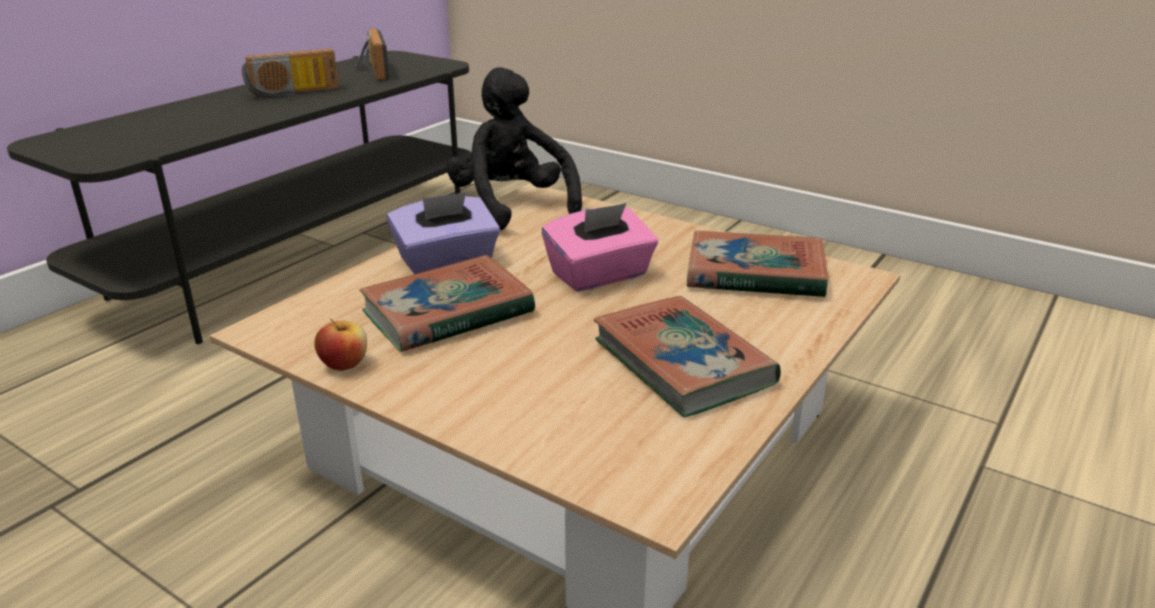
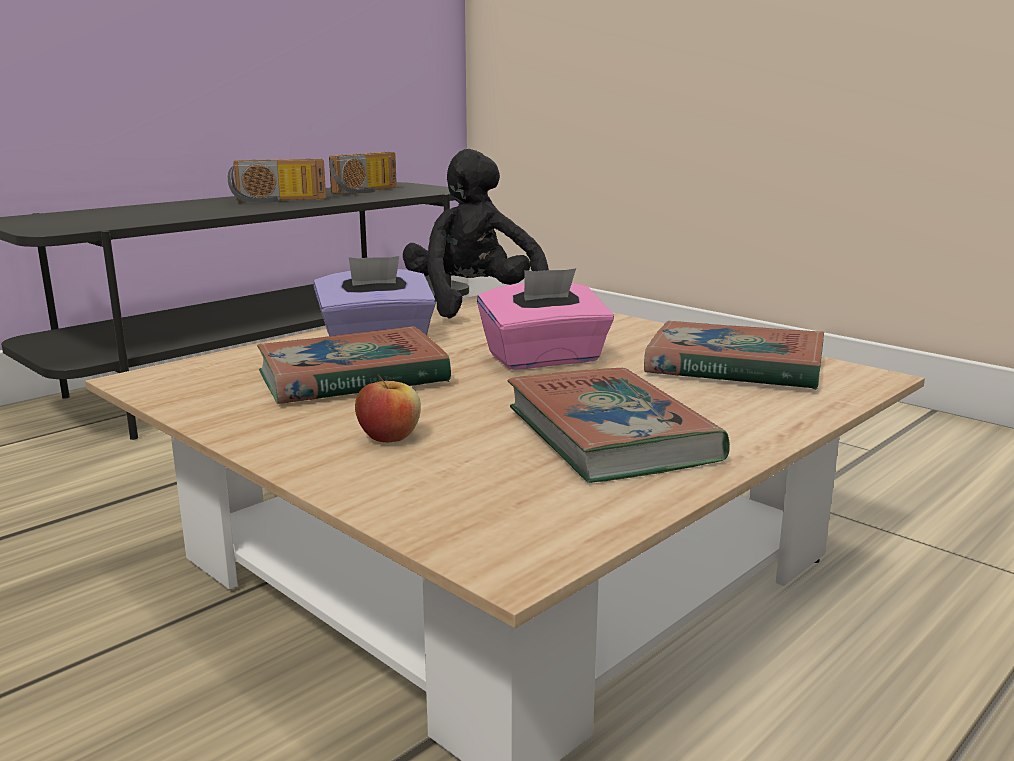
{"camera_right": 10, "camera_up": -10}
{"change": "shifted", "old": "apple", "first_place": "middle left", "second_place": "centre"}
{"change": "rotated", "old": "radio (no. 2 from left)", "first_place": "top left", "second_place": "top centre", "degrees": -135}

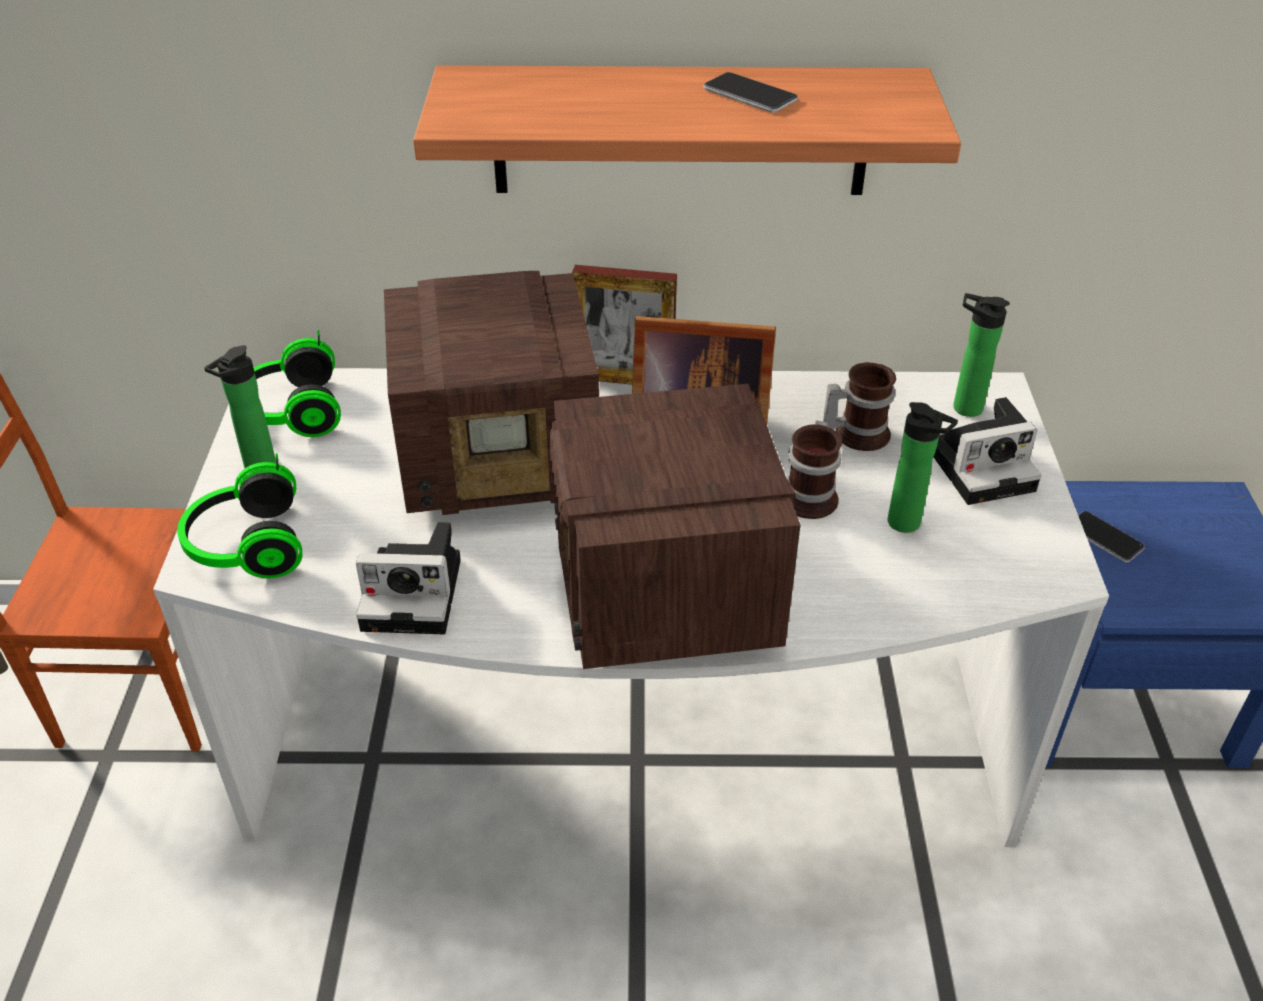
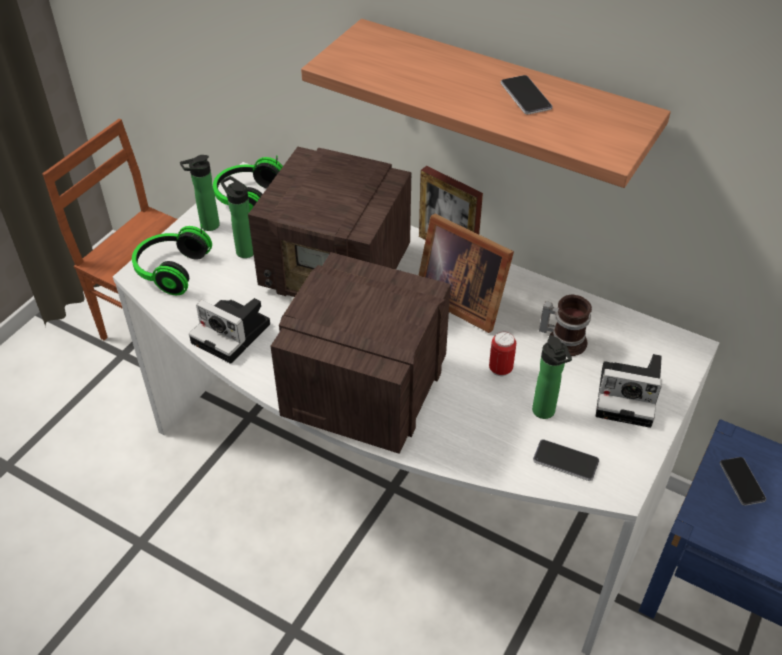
{"camera_right": 30, "camera_up": 5}
{"change": "new", "new": "phone (no. 2 from left)", "second_place": "bottom right"}
{"change": "shifted", "old": "bottle (no. 3 from left in the first image)", "new": "bottle (no. 2 from left)", "first_place": "middle right", "second_place": "top left"}
{"change": "swapped", "old": "mug (no. 1 from left)", "new": "can", "first_place": "centre", "second_place": "centre"}

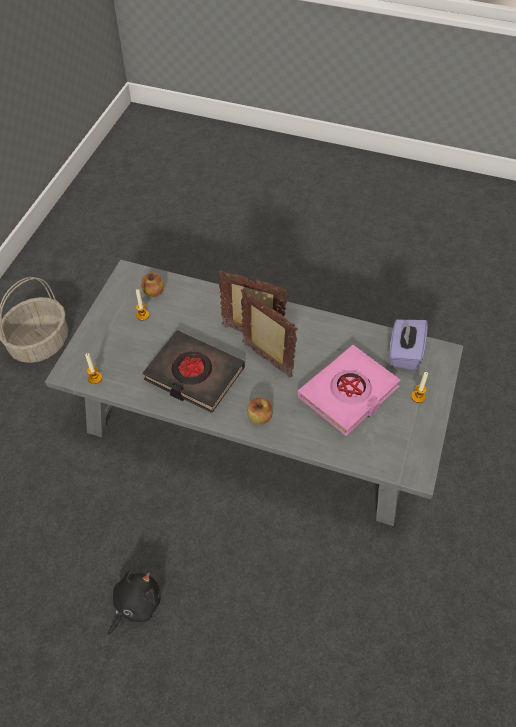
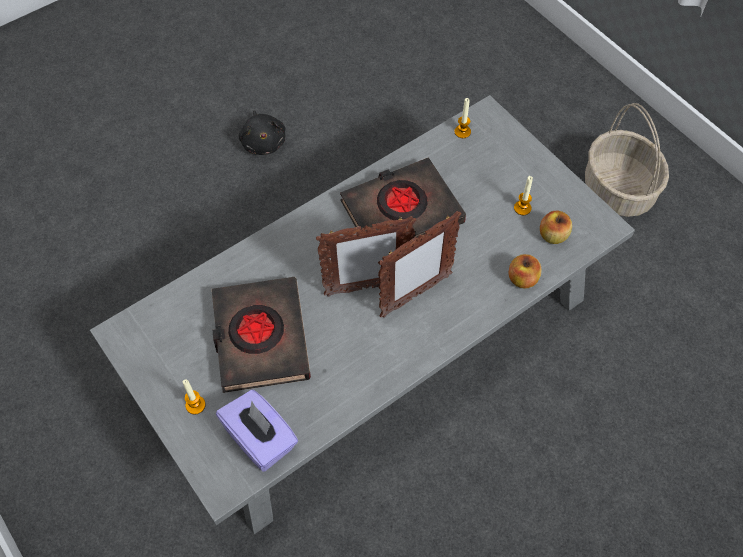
{"camera_right": 125, "camera_up": 5}
{"change": "shifted", "old": "apple (no. 2 from left in the first image)", "new": "apple (no. 1 from left)", "first_place": "centre", "second_place": "middle right"}
{"change": "repainted", "old": "book (pink)", "new": "book (black) (no. 1 from left)", "first_place": "middle right", "second_place": "centre"}

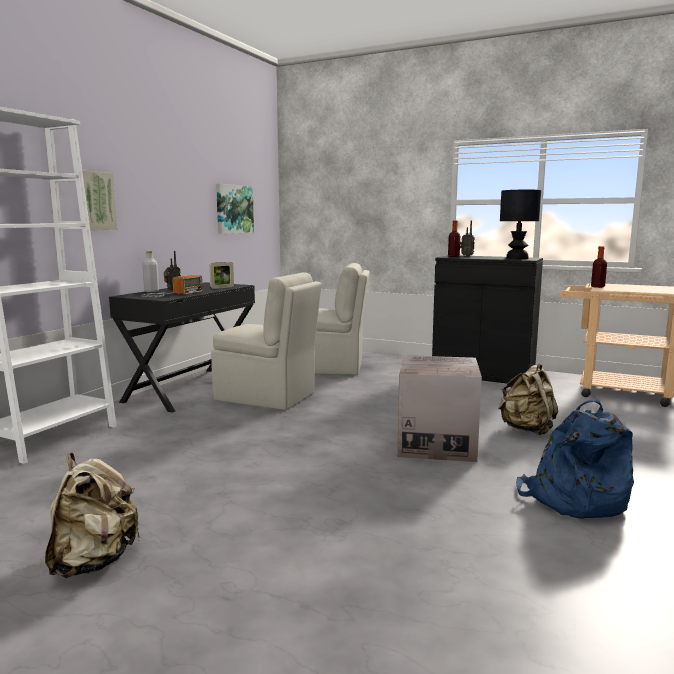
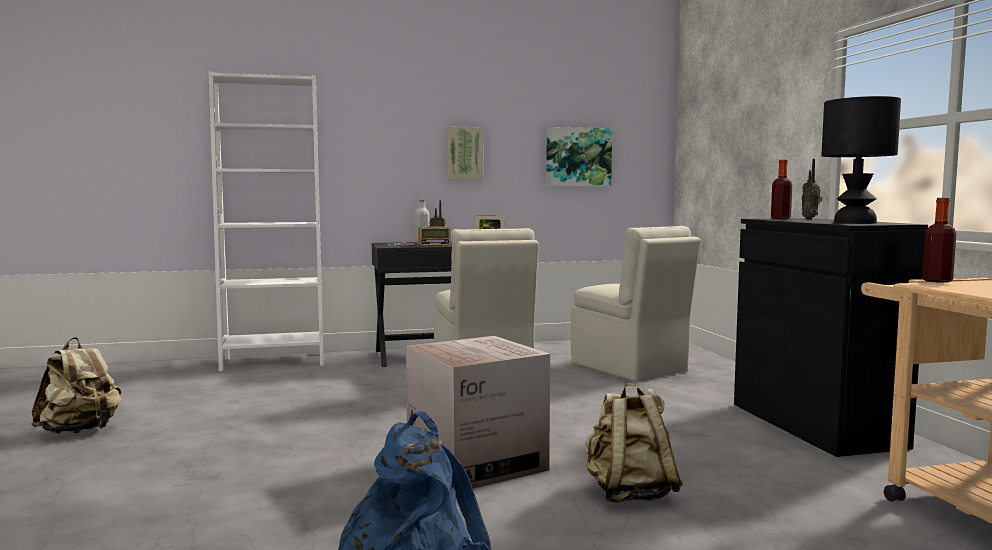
{"camera_right": 50, "camera_up": -5}
{"change": "shifted", "old": "picture (no. 1 from left)", "first_place": "top left", "second_place": "top centre"}

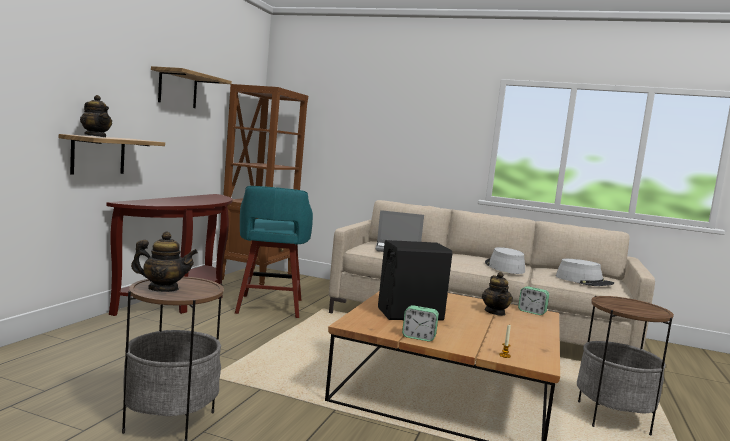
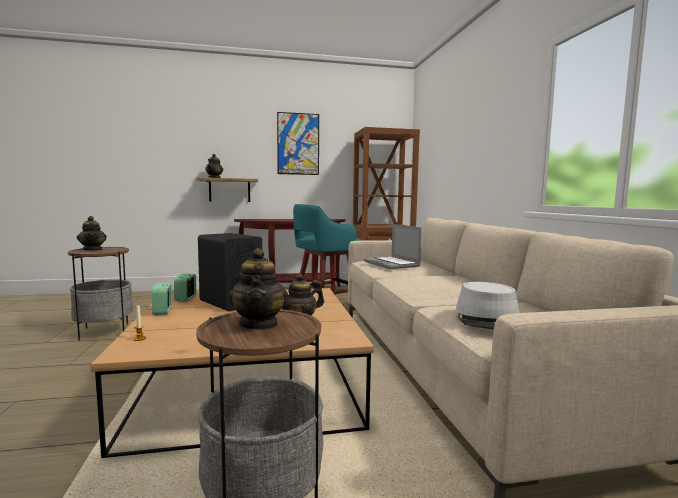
{"camera_right": 60, "camera_up": 0}
{"change": "gone", "old": "hat (grey) (no. 1 from left)", "first_place": "middle right"}
{"change": "new", "new": "teapot (no. 3 from left)", "second_place": "centre"}
{"change": "shifted", "old": "alarm clock (no. 2 from left)", "first_place": "bottom right", "second_place": "middle left"}
{"change": "swapped", "old": "shelf (no. 2 from left)", "new": "picture", "first_place": "top left", "second_place": "top centre"}

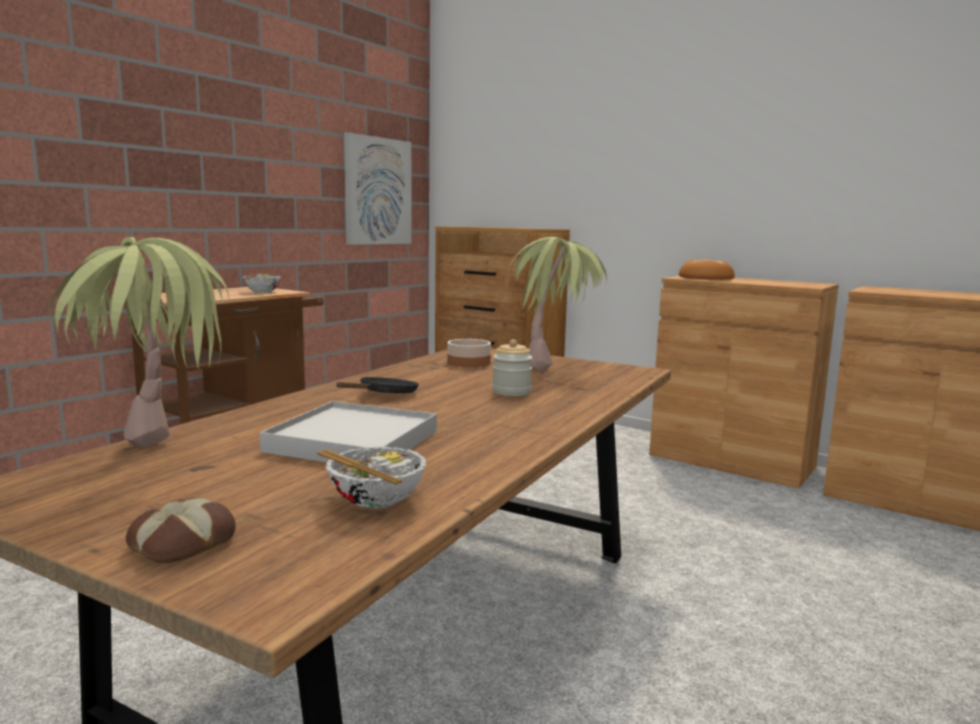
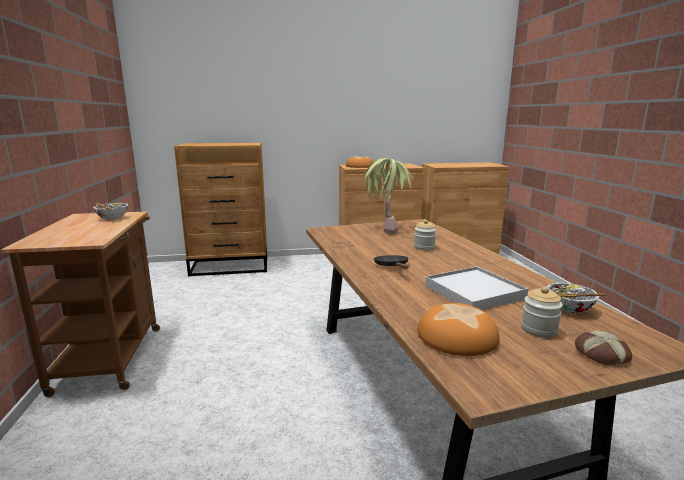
{"camera_right": -45, "camera_up": 5}
{"change": "gone", "old": "picture", "first_place": "top centre"}
{"change": "gone", "old": "bowl (no. 3 from left)", "first_place": "centre"}
{"change": "new", "new": "jar (no. 2 from left)", "second_place": "middle right"}
{"change": "swapped", "old": "potted plant (no. 1 from left)", "new": "bread (no. 2 from left)", "first_place": "middle left", "second_place": "bottom right"}

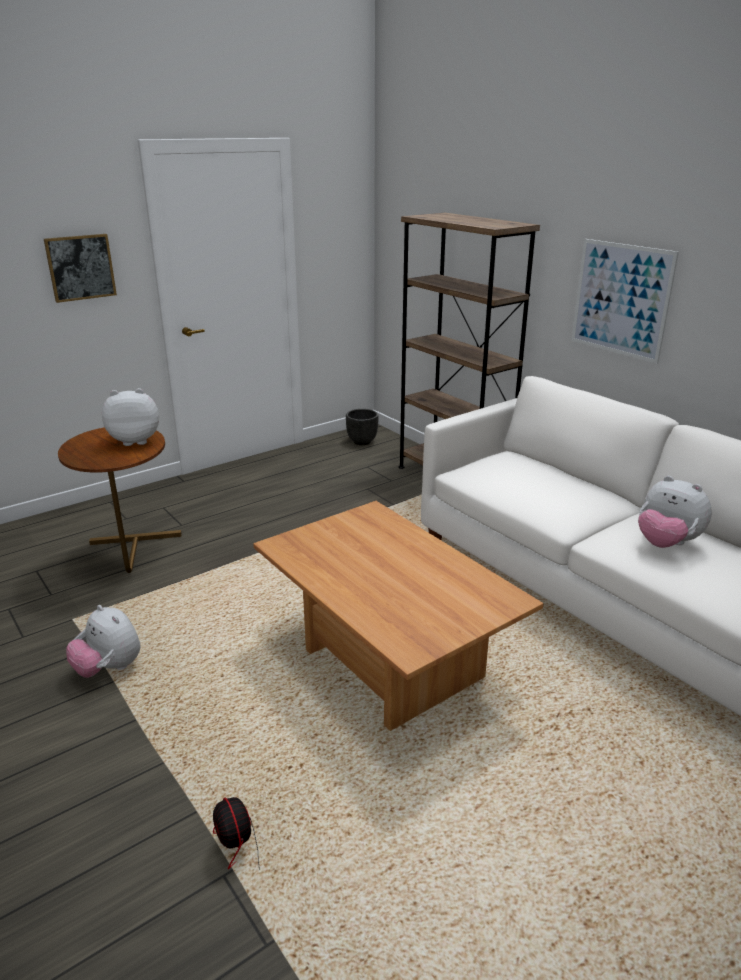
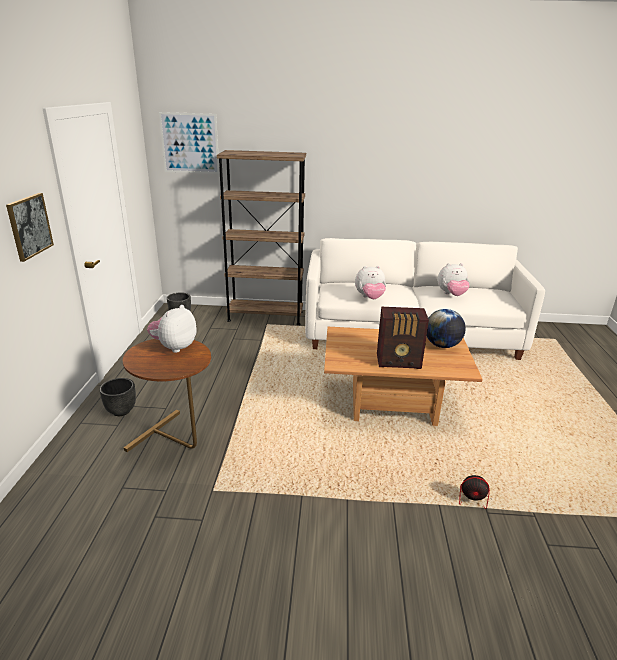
{"camera_right": -50, "camera_up": 0}
{"change": "new", "new": "planter (black) (no. 1 from left)", "second_place": "middle left"}
{"change": "new", "new": "radio", "second_place": "centre"}
{"change": "new", "new": "globe", "second_place": "middle right"}
{"change": "shifted", "old": "plush toy (no. 1 from left in the first image)", "new": "plush toy (no. 2 from left)", "first_place": "middle left", "second_place": "centre"}
{"change": "shifted", "old": "picture (no. 2 from left)", "first_place": "top right", "second_place": "top left"}

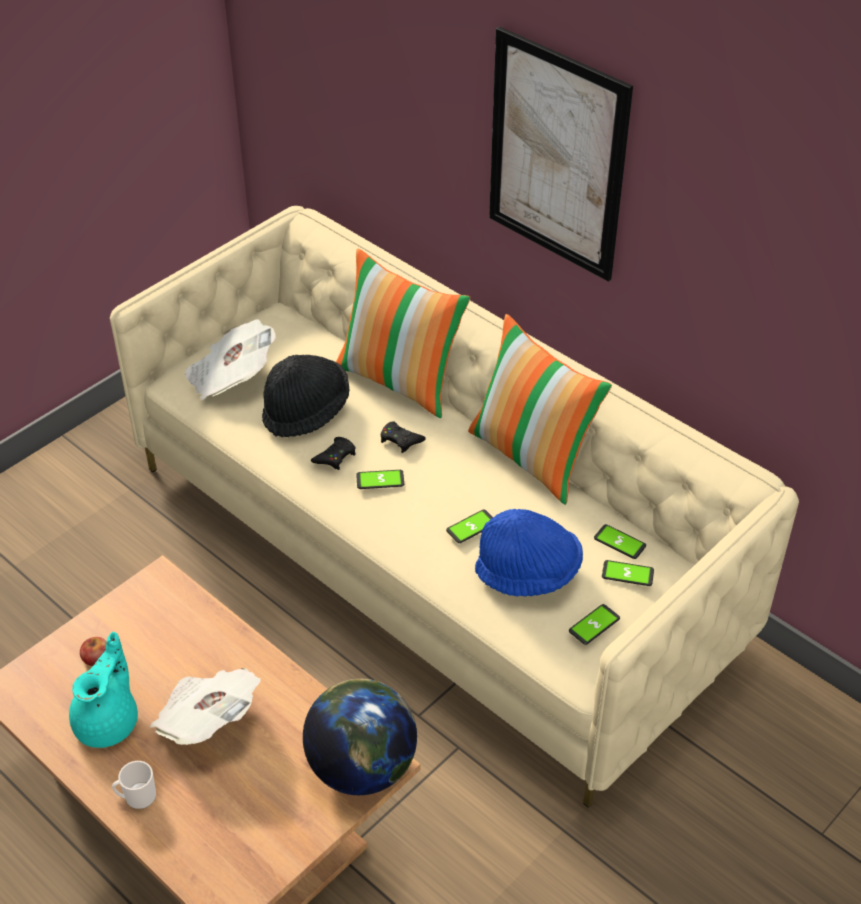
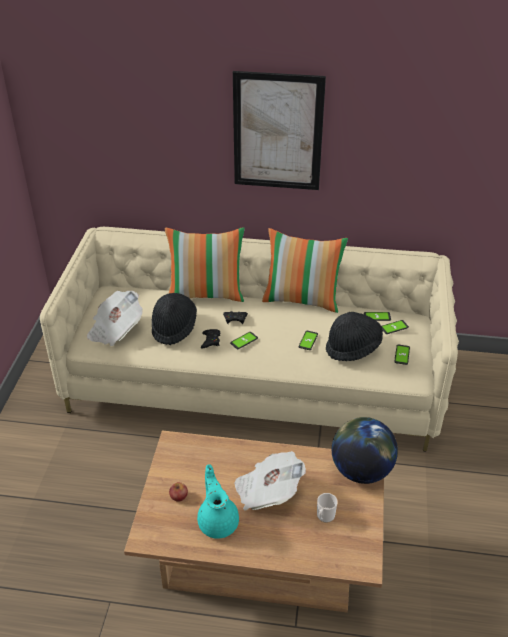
{"camera_right": -35, "camera_up": -5}
{"change": "shifted", "old": "mug", "first_place": "bottom left", "second_place": "bottom centre"}
{"change": "repainted", "old": "hat (blue)", "new": "hat (black) (no. 2 from left)", "first_place": "centre", "second_place": "middle right"}

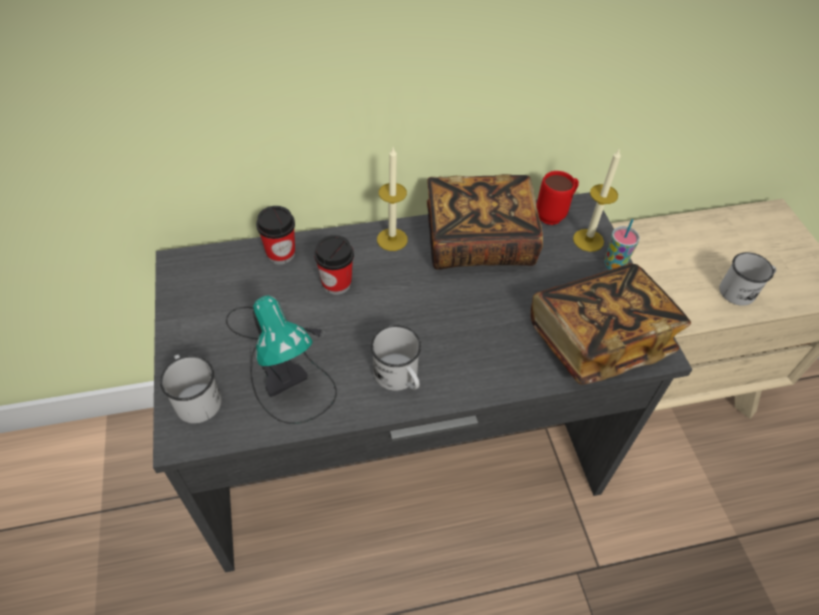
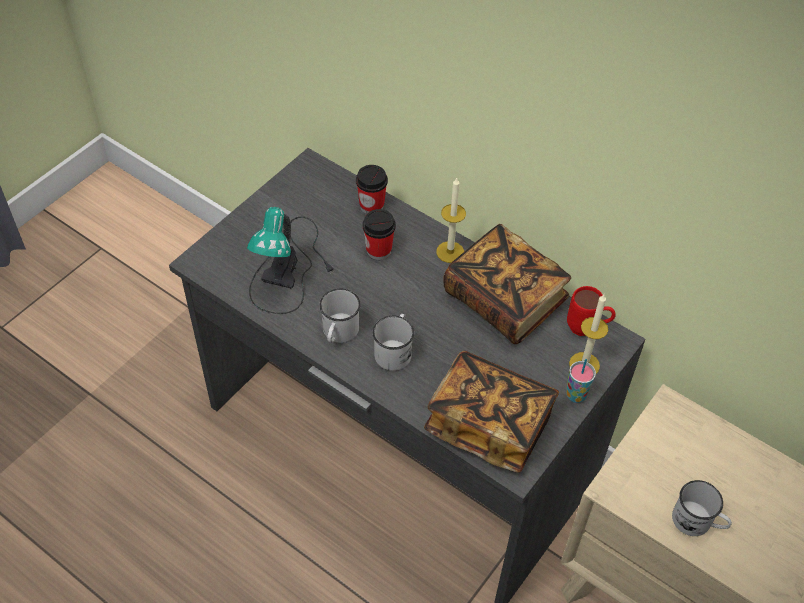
{"camera_right": 50, "camera_up": 0}
{"change": "shifted", "old": "mug (white) (no. 1 from left in the first image)", "new": "mug (white) (no. 2 from left)", "first_place": "middle left", "second_place": "centre"}

